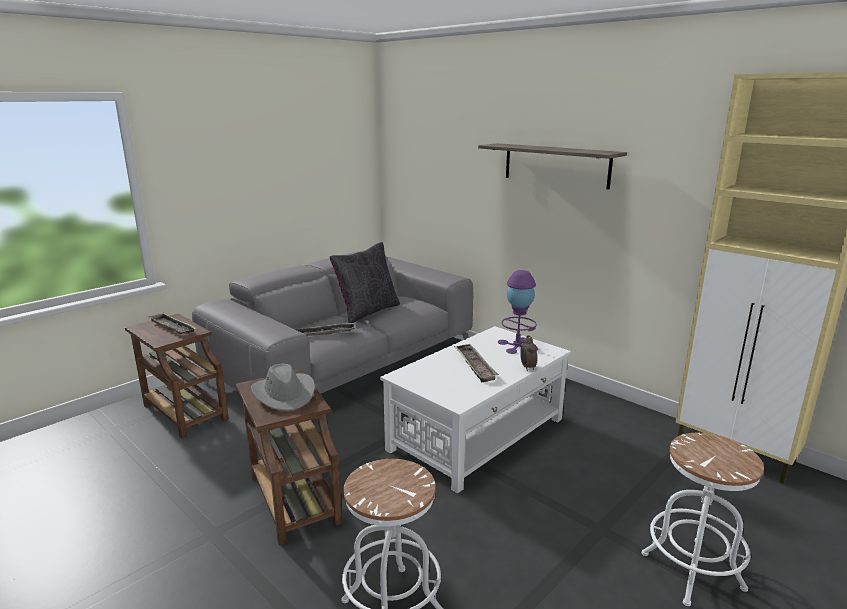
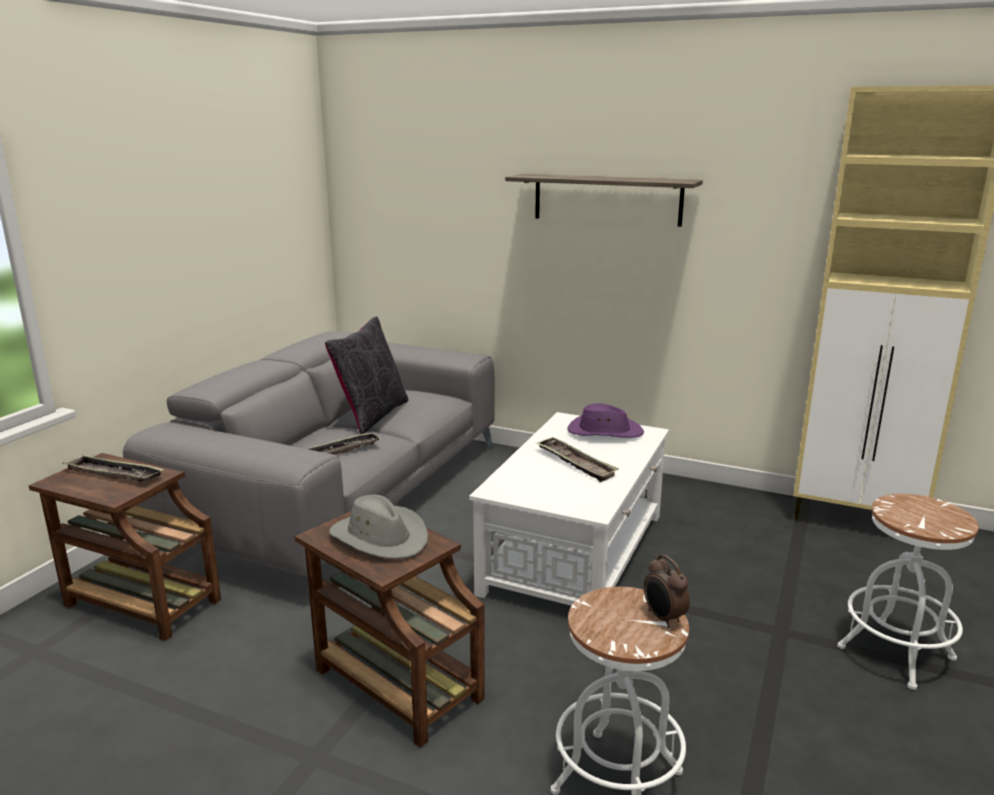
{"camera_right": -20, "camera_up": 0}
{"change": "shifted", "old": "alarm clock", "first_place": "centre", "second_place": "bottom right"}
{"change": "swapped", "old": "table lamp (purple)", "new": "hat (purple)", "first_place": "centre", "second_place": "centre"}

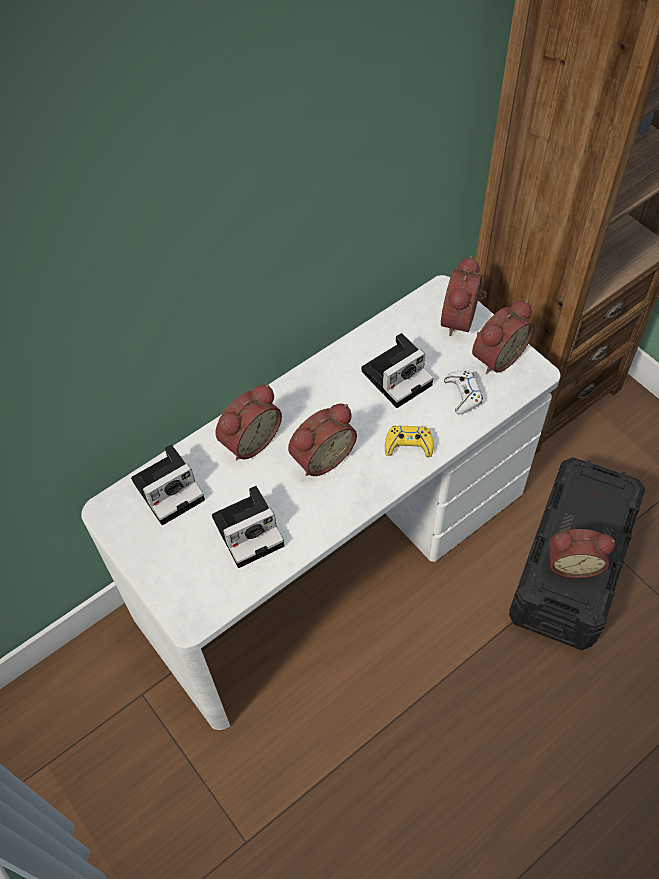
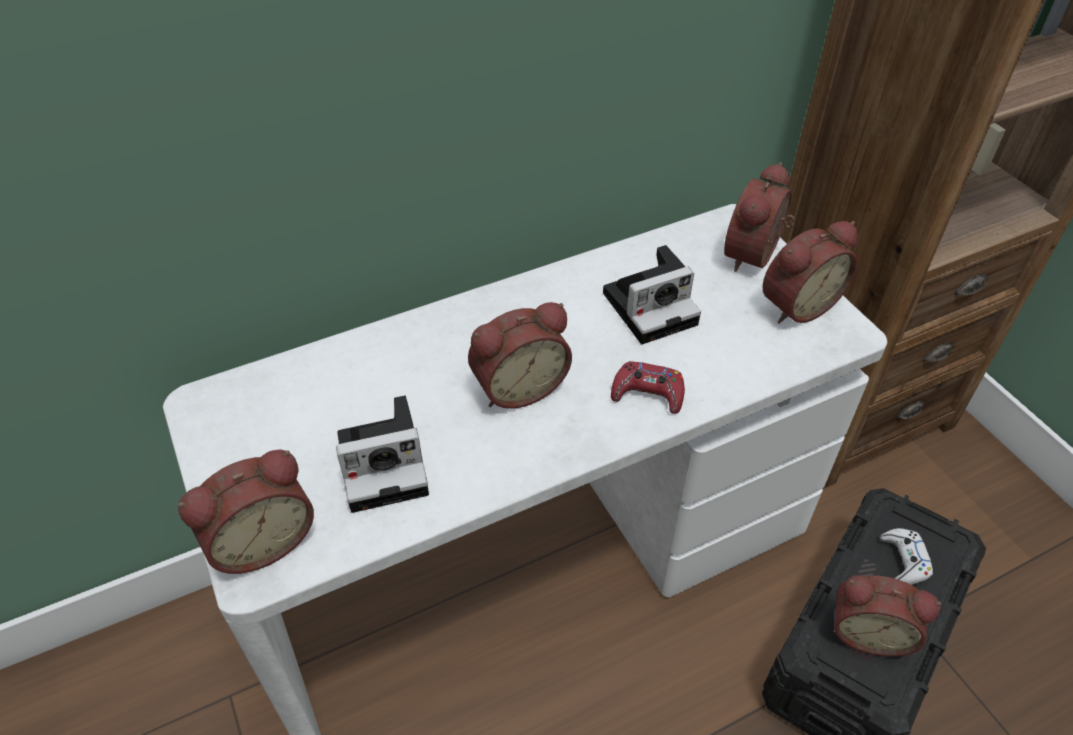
{"camera_right": 10, "camera_up": -10}
{"change": "gone", "old": "photo camera (no. 1 from left)", "first_place": "middle left"}
{"change": "shifted", "old": "alarm clock (no. 1 from left)", "first_place": "centre", "second_place": "bottom left"}
{"change": "shifted", "old": "game controller (white)", "first_place": "middle right", "second_place": "bottom right"}
{"change": "repainted", "old": "game controller (yellow)", "new": "game controller (red)", "first_place": "centre", "second_place": "centre"}

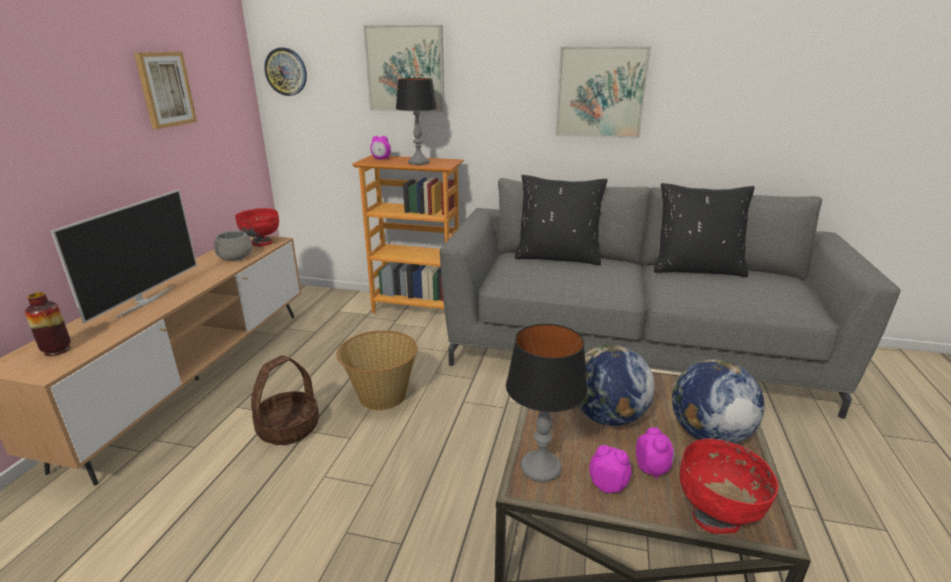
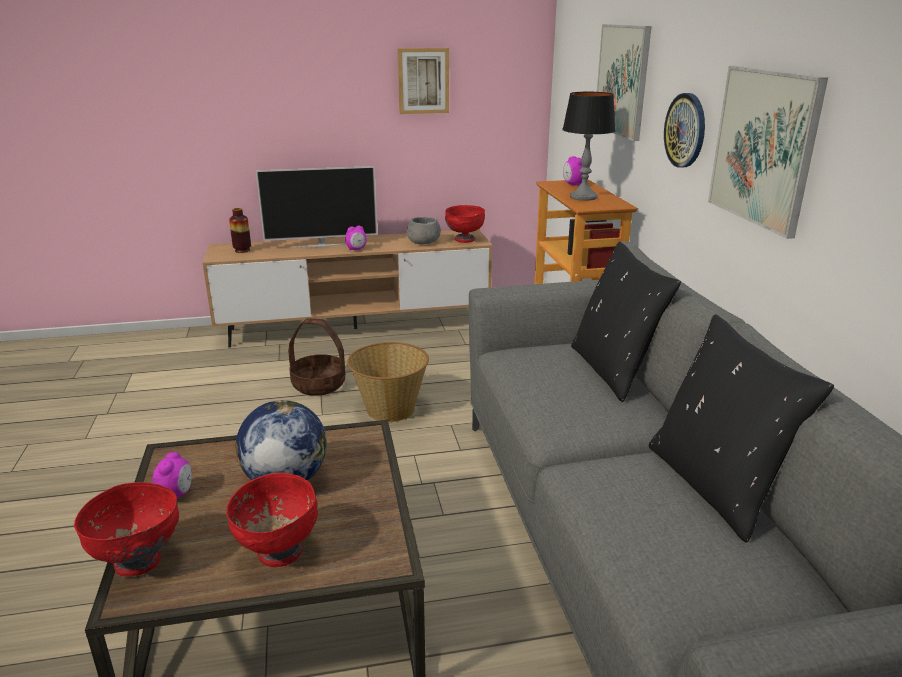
{"camera_right": 65, "camera_up": 0}
{"change": "gone", "old": "table lamp (no. 2 from left)", "first_place": "bottom centre"}
{"change": "shifted", "old": "wall clock", "first_place": "top left", "second_place": "top right"}
{"change": "shifted", "old": "alarm clock (no. 3 from left in the first image)", "new": "alarm clock (no. 2 from left)", "first_place": "bottom right", "second_place": "centre"}
{"change": "swapped", "old": "globe (no. 2 from left)", "new": "bowl (red) (no. 2 from left)", "first_place": "bottom right", "second_place": "bottom left"}

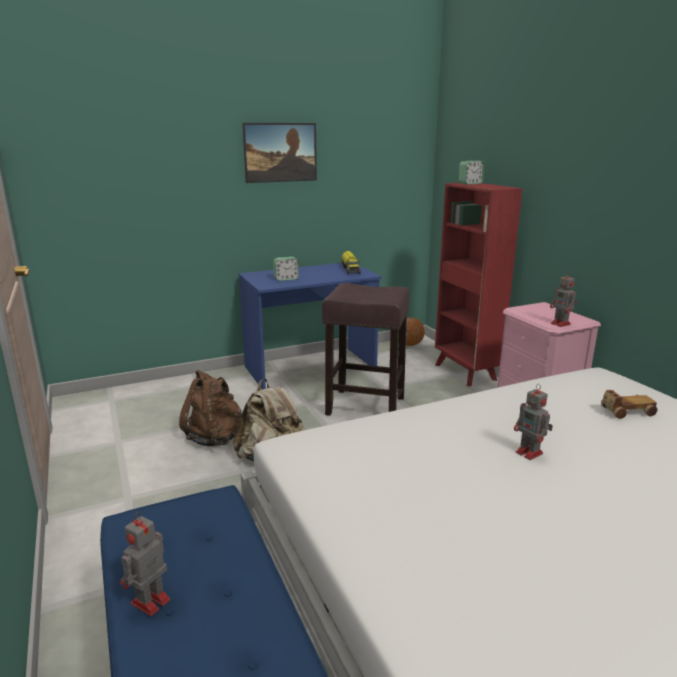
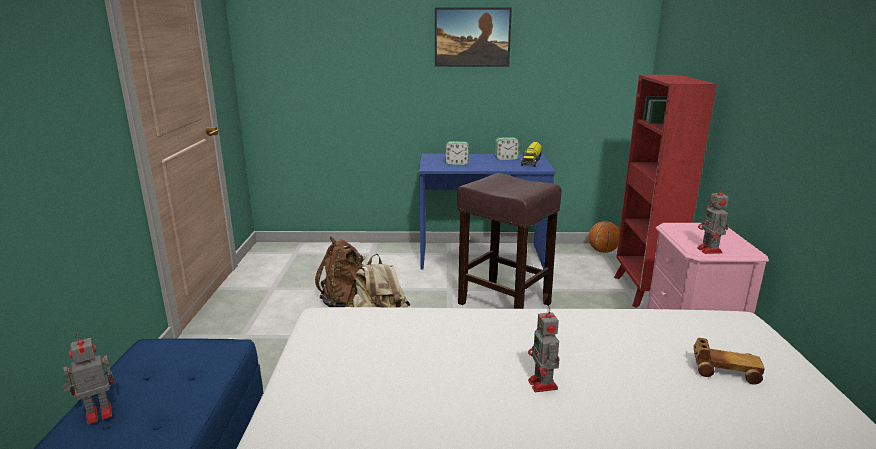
{"camera_right": 25, "camera_up": 0}
{"change": "shifted", "old": "alarm clock (no. 2 from left)", "first_place": "top right", "second_place": "top centre"}

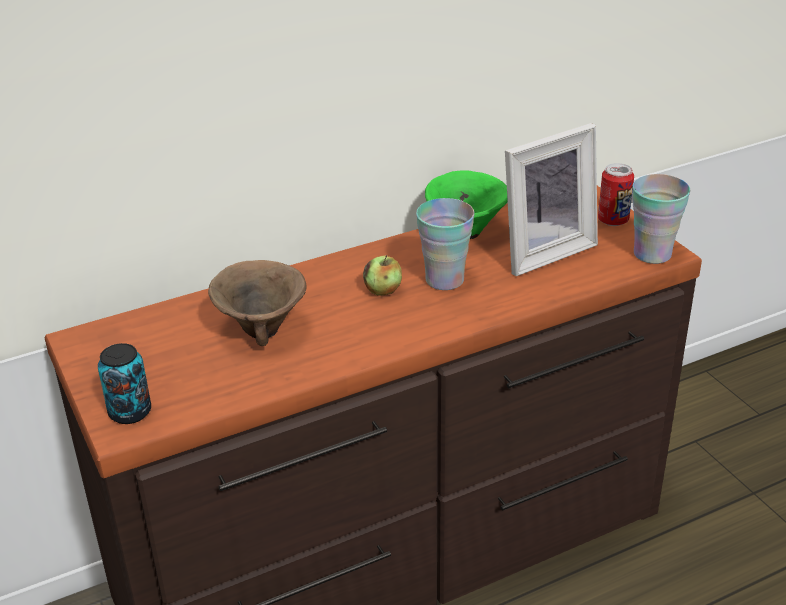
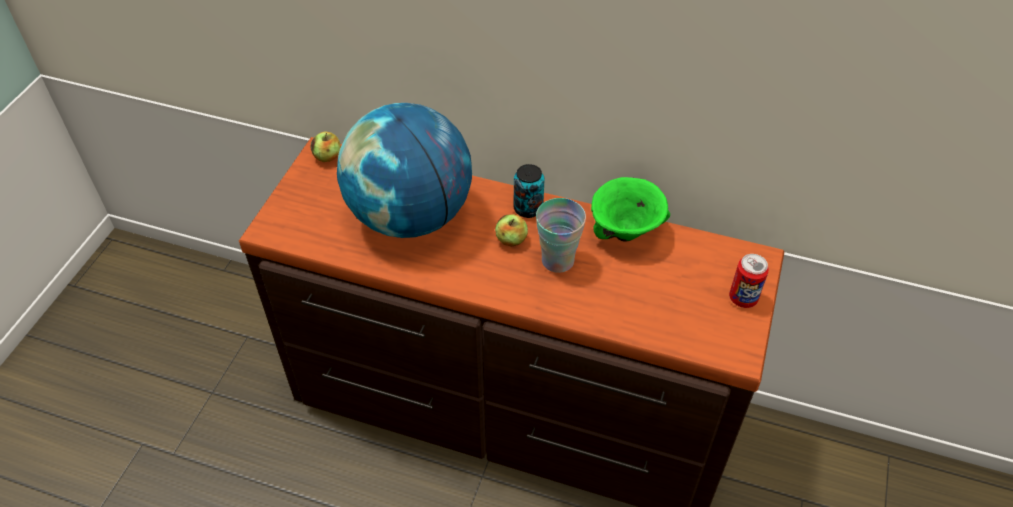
{"camera_right": 45, "camera_up": 15}
{"change": "gone", "old": "picture frame", "first_place": "top right"}
{"change": "gone", "old": "cup (no. 2 from left)", "first_place": "middle right"}
{"change": "new", "new": "apple (no. 1 from left)", "second_place": "top left"}
{"change": "shifted", "old": "can (no. 1 from left)", "first_place": "middle left", "second_place": "centre"}
{"change": "swapped", "old": "bowl (brown)", "new": "globe", "first_place": "middle left", "second_place": "centre"}

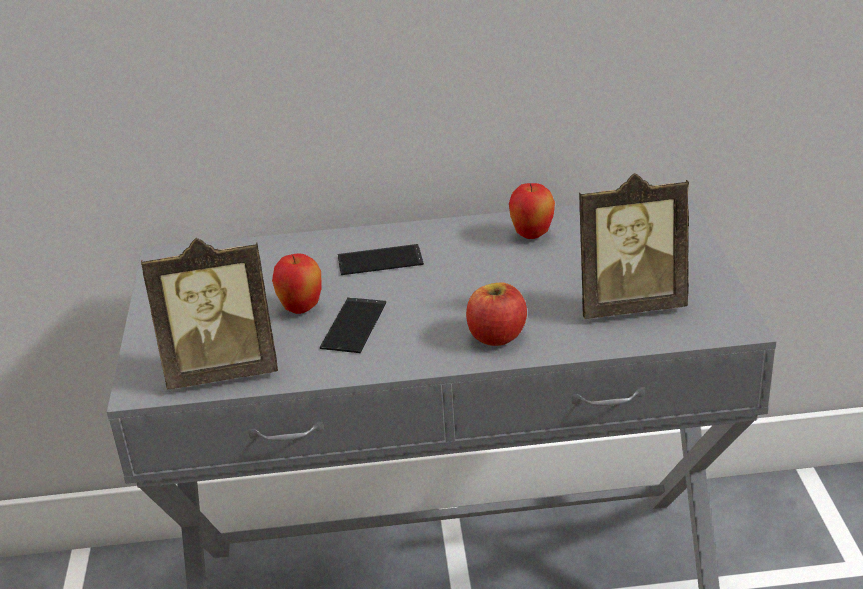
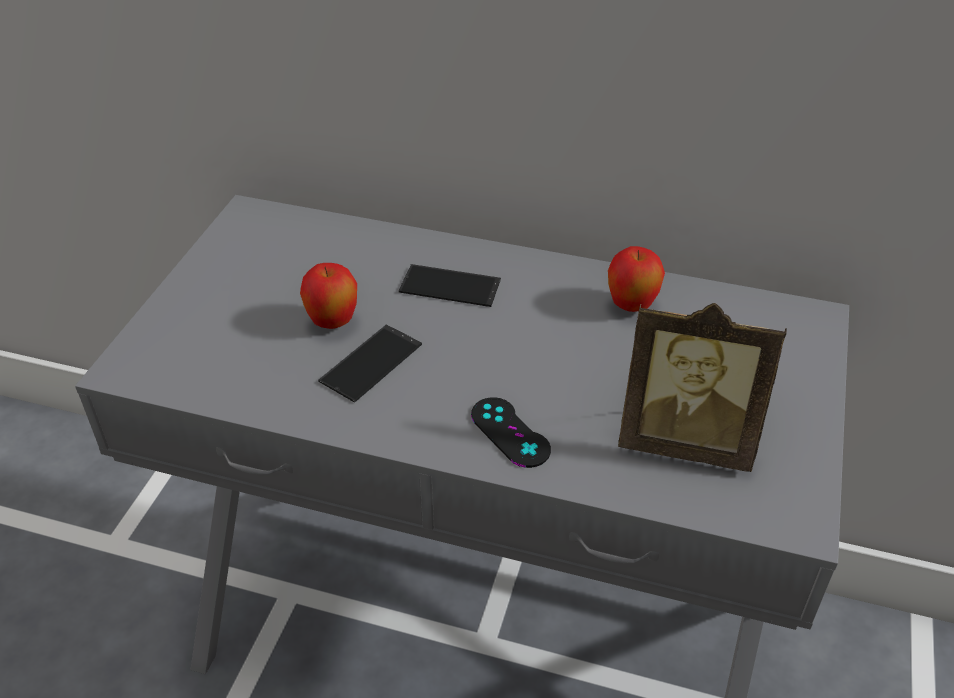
{"camera_right": 20, "camera_up": 10}
{"change": "gone", "old": "picture frame (no. 1 from left)", "first_place": "middle left"}
{"change": "swapped", "old": "apple (no. 2 from left)", "new": "game controller (black)", "first_place": "centre", "second_place": "centre"}

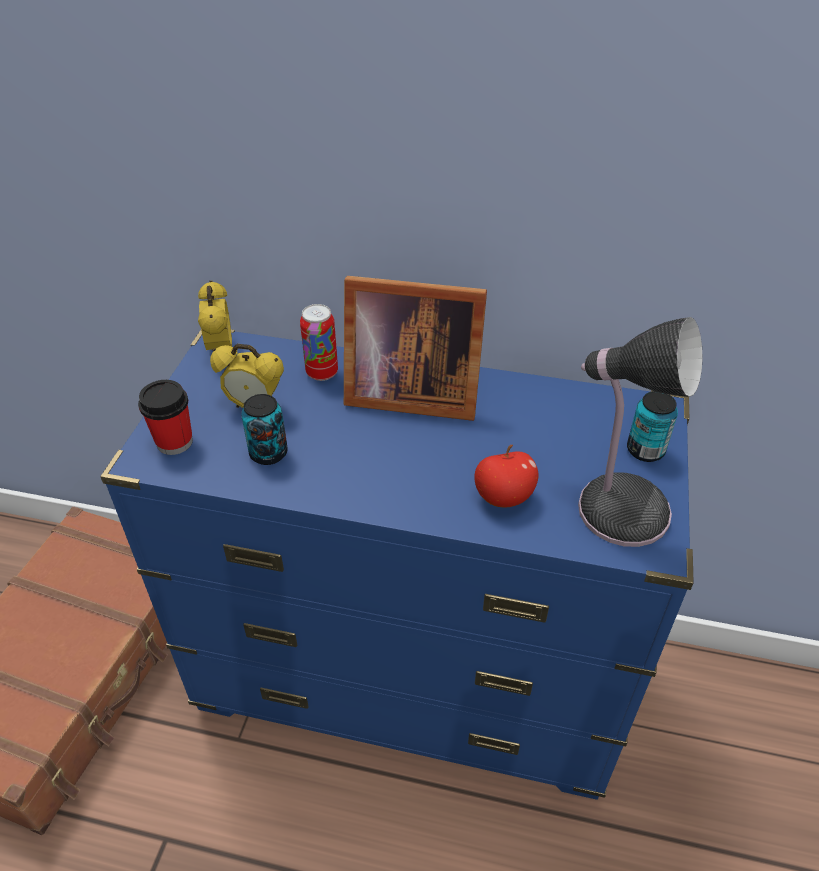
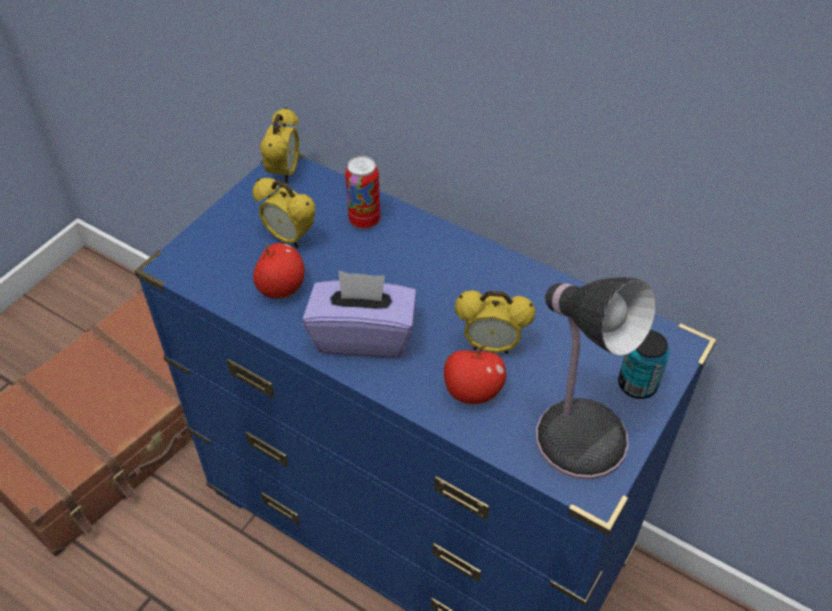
{"camera_right": 20, "camera_up": 5}
{"change": "gone", "old": "cup", "first_place": "middle left"}
{"change": "gone", "old": "picture frame", "first_place": "centre"}
{"change": "new", "new": "tissue box (purple)", "second_place": "centre"}
{"change": "new", "new": "alarm clock (no. 3 from left)", "second_place": "centre"}
{"change": "swapped", "old": "can (no. 1 from left)", "new": "apple (no. 1 from left)", "first_place": "middle left", "second_place": "centre"}

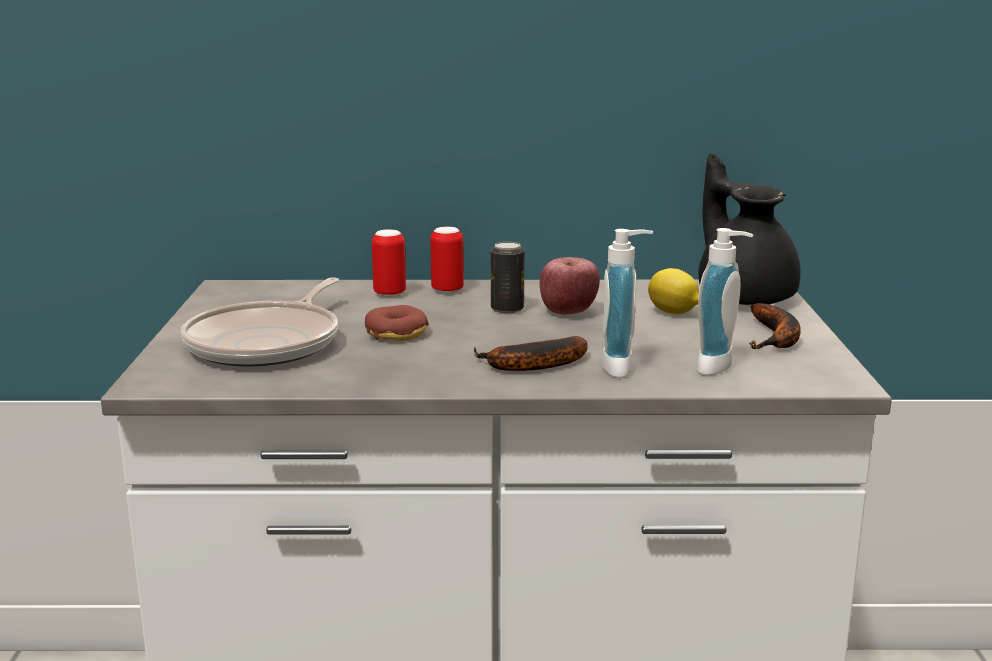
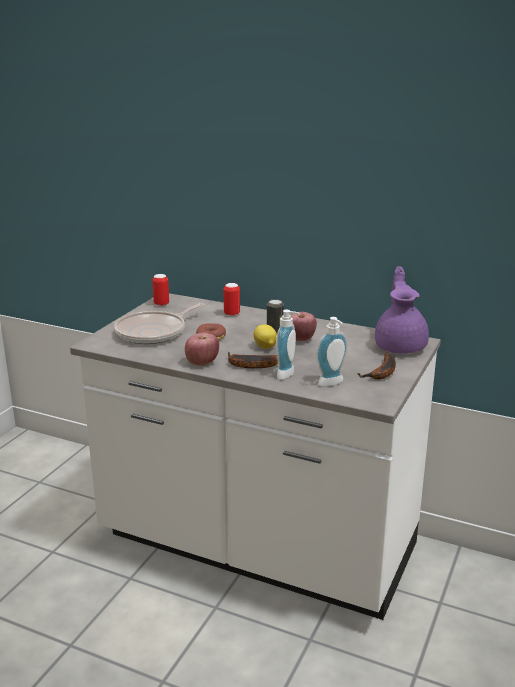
{"camera_right": 25, "camera_up": 5}
{"change": "new", "new": "apple (no. 1 from left)", "second_place": "centre"}
{"change": "shifted", "old": "can (no. 2 from left in the first image)", "new": "can (no. 1 from left)", "first_place": "centre", "second_place": "middle left"}
{"change": "shifted", "old": "lemon", "first_place": "middle right", "second_place": "centre"}
{"change": "repainted", "old": "teapot (black)", "new": "teapot (purple)", "first_place": "middle right", "second_place": "middle right"}

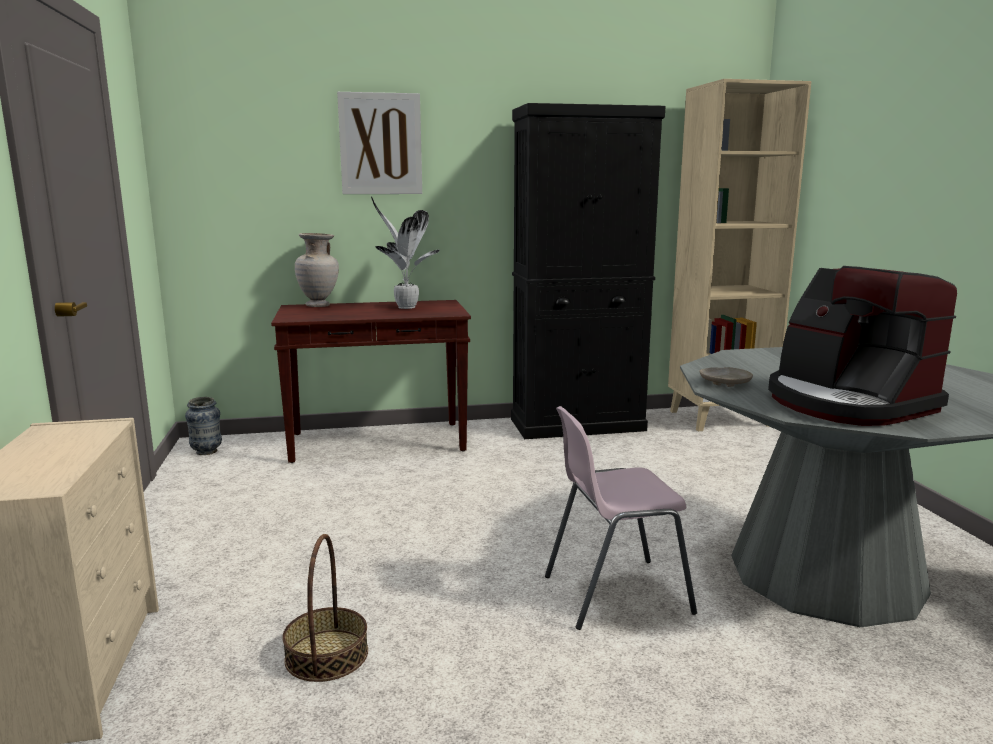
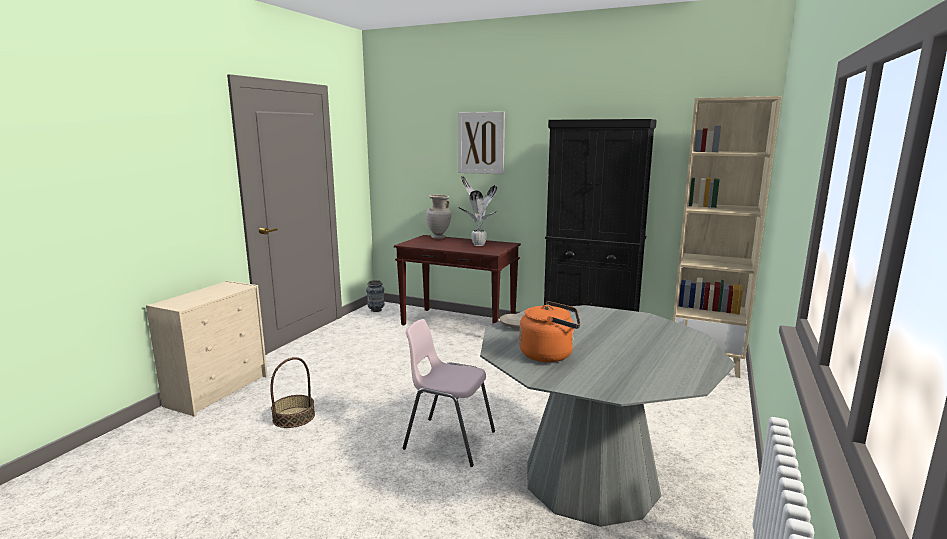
{"camera_right": 35, "camera_up": 0}
{"change": "swapped", "old": "coffee machine", "new": "kettle (orange)", "first_place": "middle right", "second_place": "centre"}

